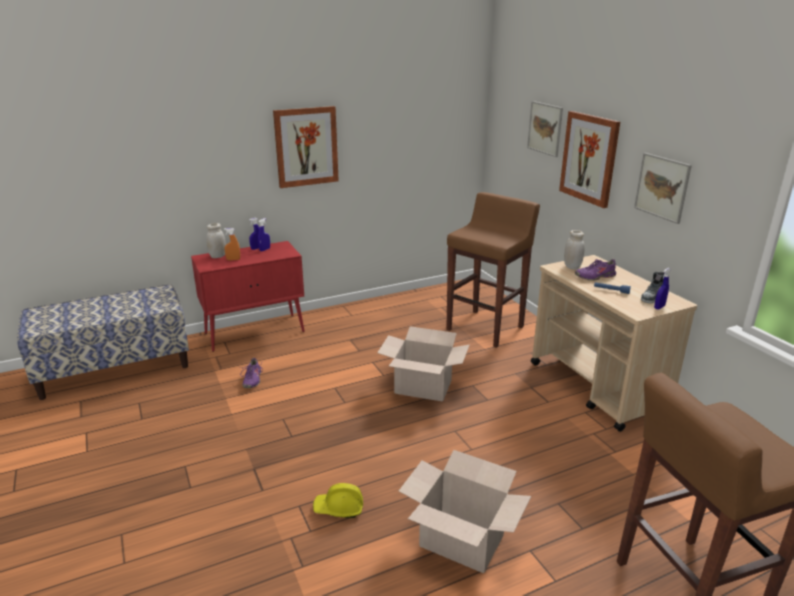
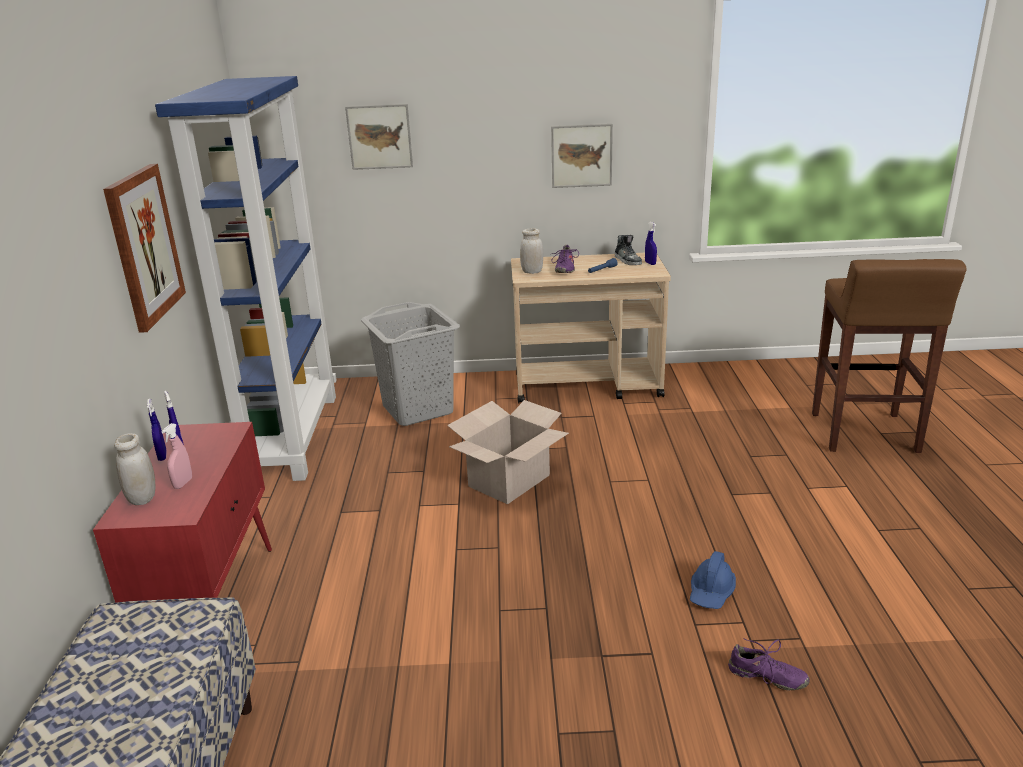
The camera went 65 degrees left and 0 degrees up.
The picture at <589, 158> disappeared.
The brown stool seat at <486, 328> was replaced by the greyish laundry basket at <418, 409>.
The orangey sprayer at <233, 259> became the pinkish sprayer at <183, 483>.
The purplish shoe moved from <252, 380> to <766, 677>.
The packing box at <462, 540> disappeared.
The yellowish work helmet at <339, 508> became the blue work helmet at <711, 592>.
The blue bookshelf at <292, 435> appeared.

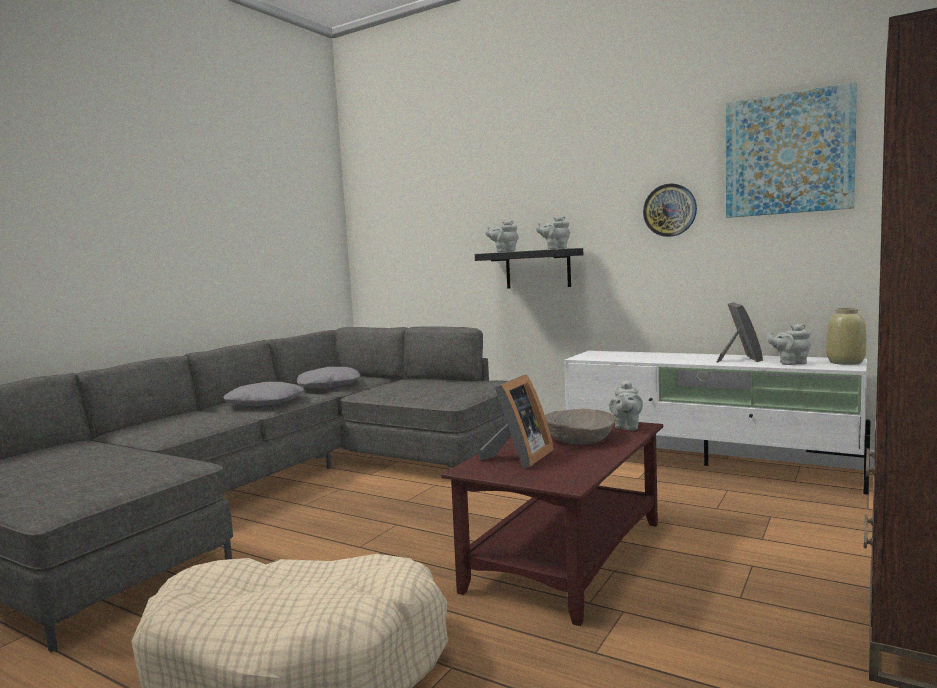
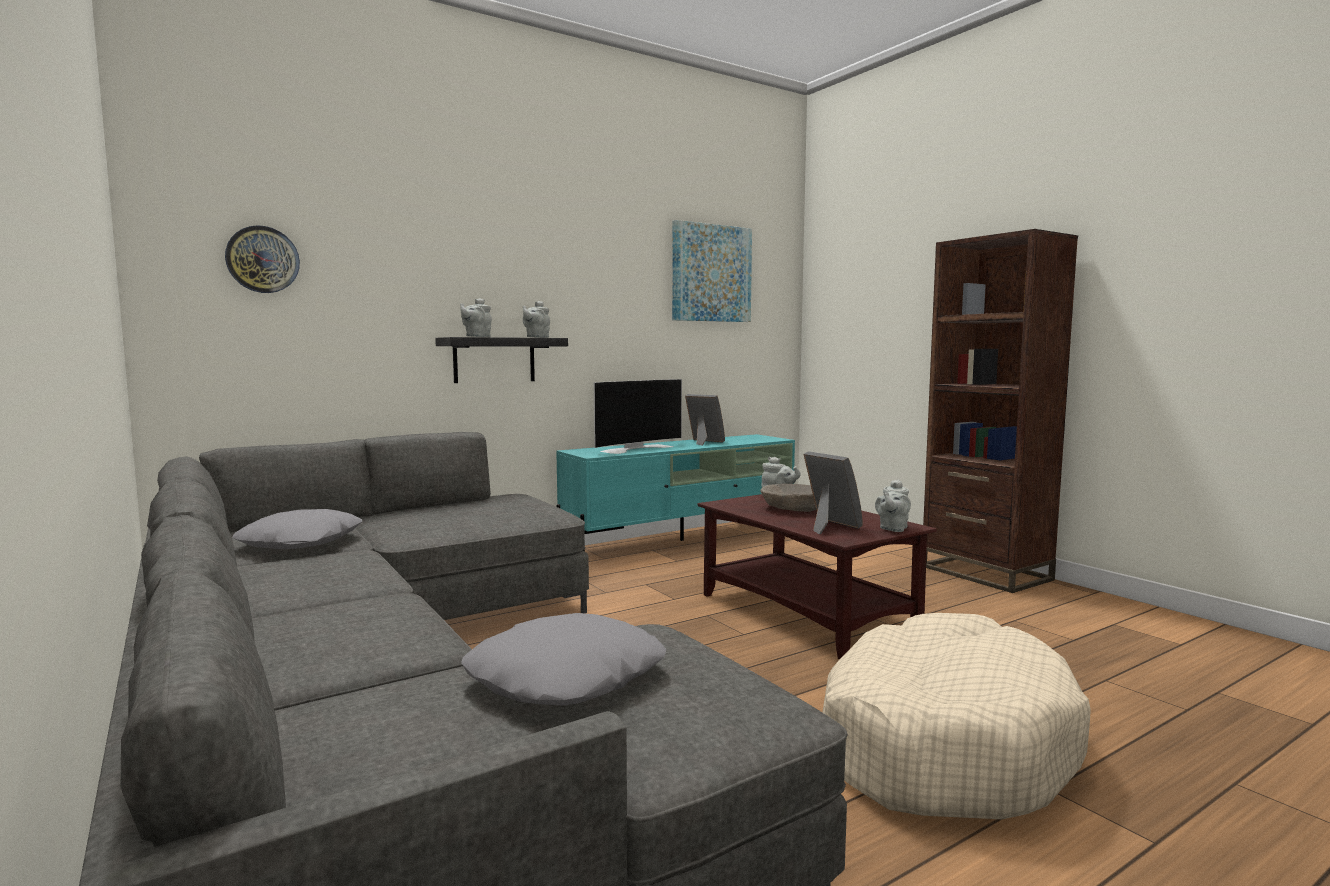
The camera went 65 degrees left and 0 degrees up.
The clock on the wall moved from <670, 210> to <262, 259>.
The beige-coloured vase at <845, 362> disappeared.
The greyish pot for tea moved from <790, 363> to <892, 529>.
The whitish tv unit at <707, 465> became the turquoise-coloured tv unit at <683, 540>.
The greyish throw pillow moved from <265, 402> to <565, 677>.
The TV at <635, 448> appeared.

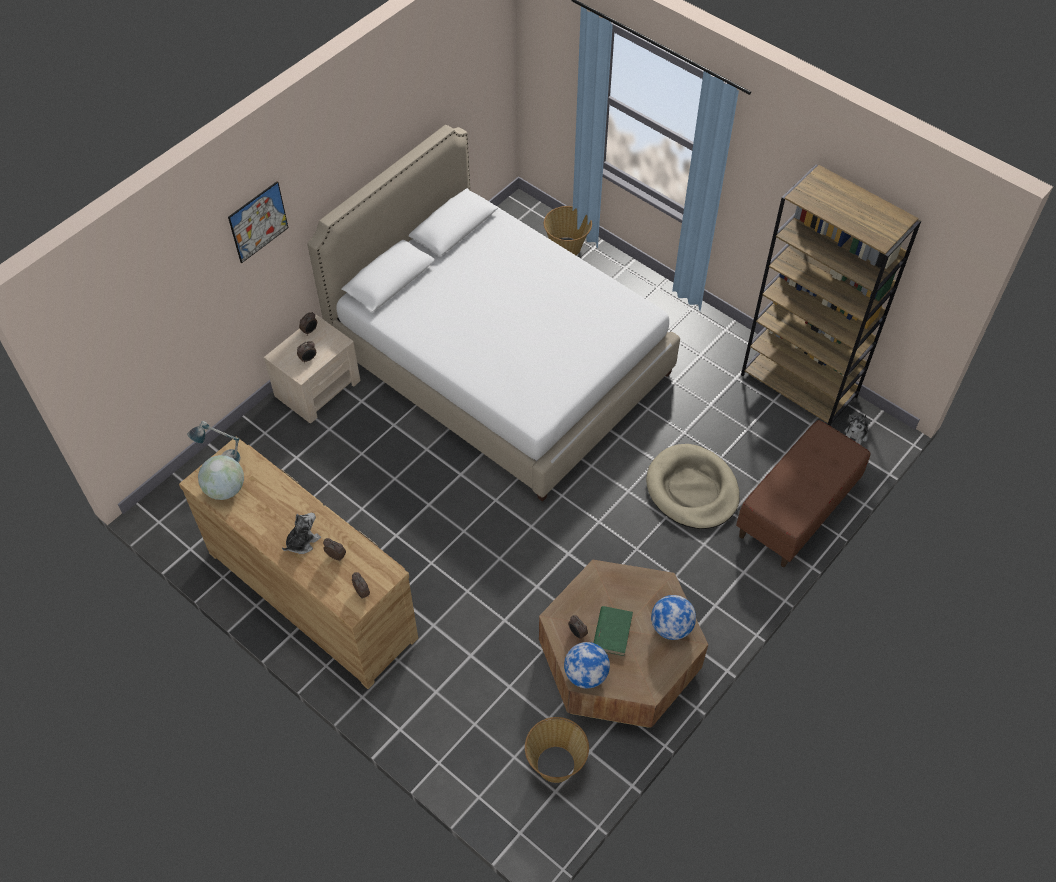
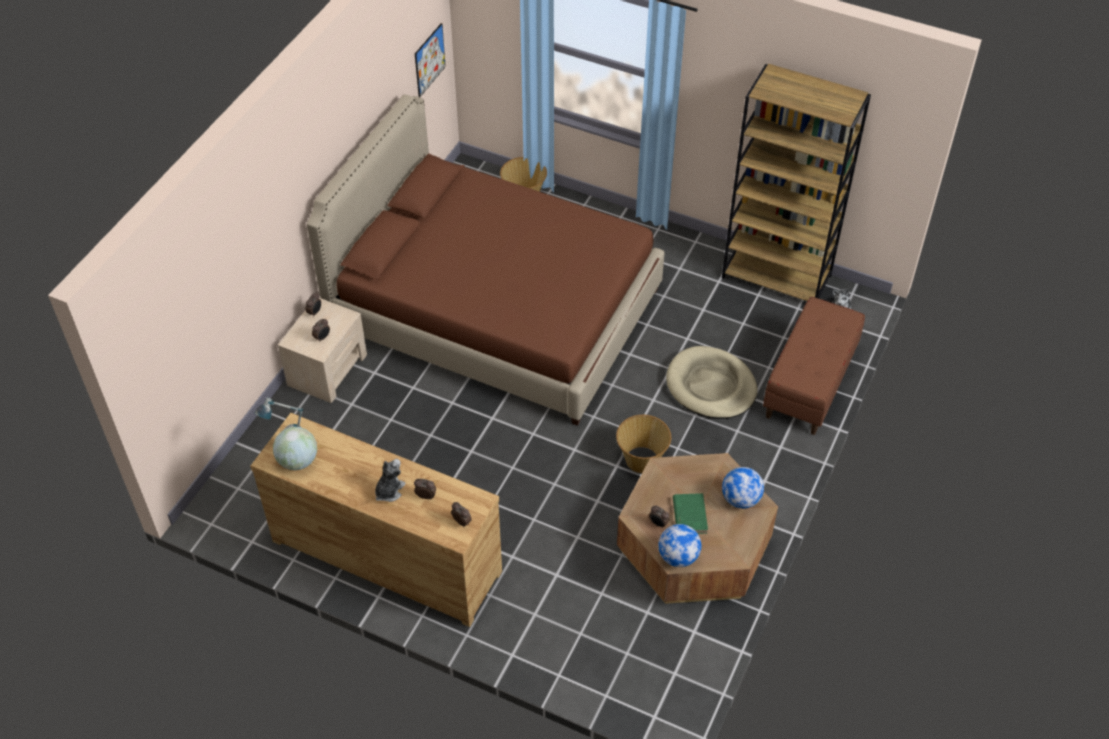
The camera went 15 degrees left and 5 degrees down.
The whitish bed at <500, 362> became the brown bed at <496, 311>.
The picture moved from <258, 222> to <429, 60>.
The basket moved from <556, 763> to <641, 459>.

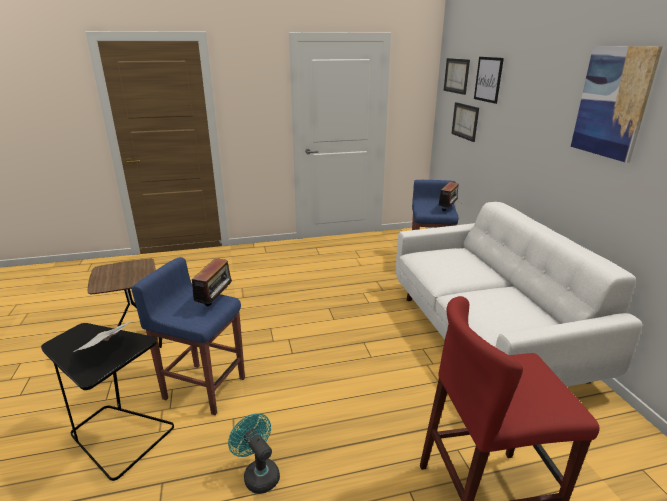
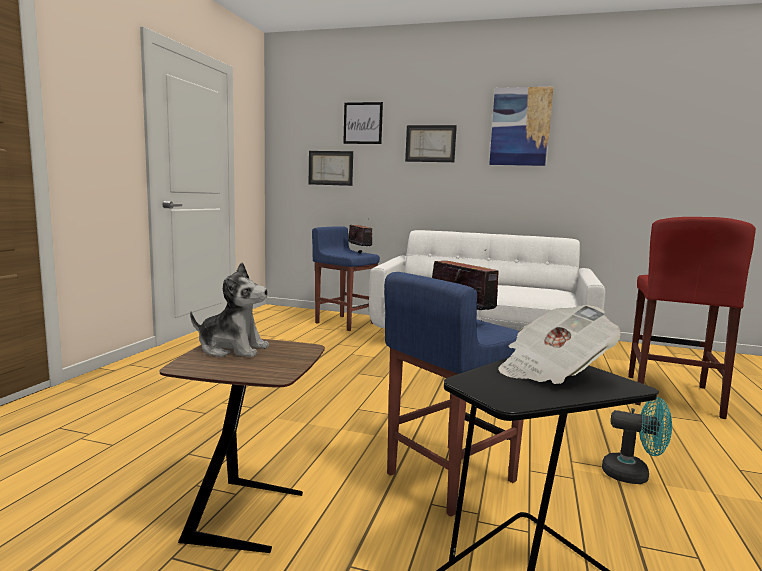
The camera went 60 degrees left and 15 degrees down.
The picture moved from <456, 76> to <430, 143>.
The turquoise-coloured fan at <258, 474> turned 150 degrees counterclockwise.
The soft toy at <232, 349> appeared.

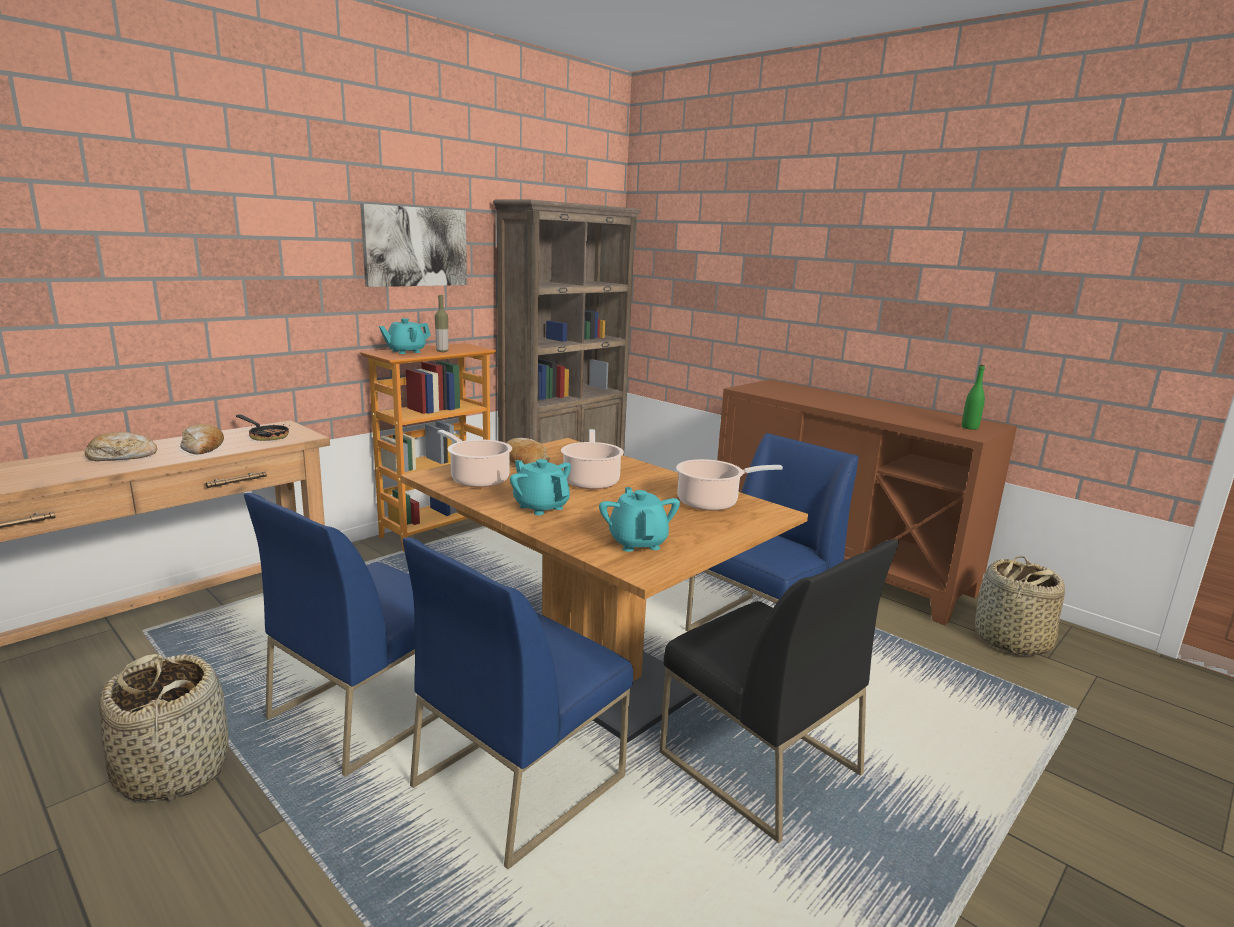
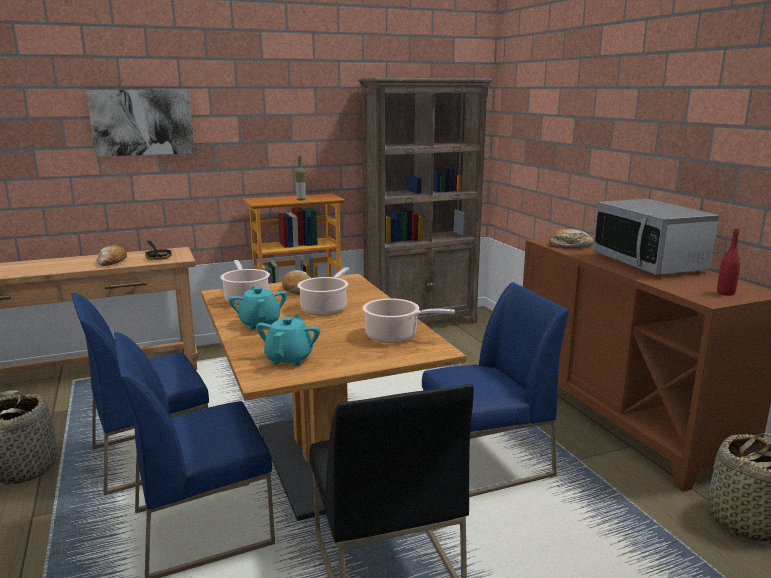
The camera went 25 degrees right and 0 degrees up.
The picture moved from <415, 246> to <142, 122>.
The turquoise-coloured pot for tea at <405, 351> disappeared.
The greenish bottle at <969, 427> became the red-coloured bottle at <725, 293>.
The bread moved from <122, 456> to <569, 245>.
The microwave oven at <649, 263> appeared.

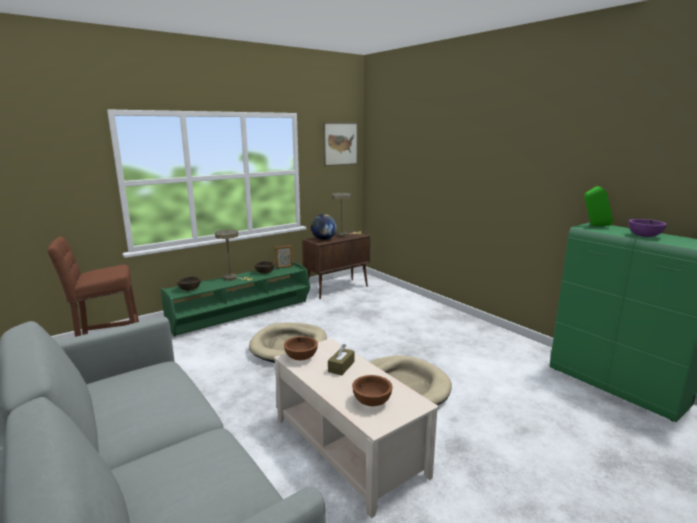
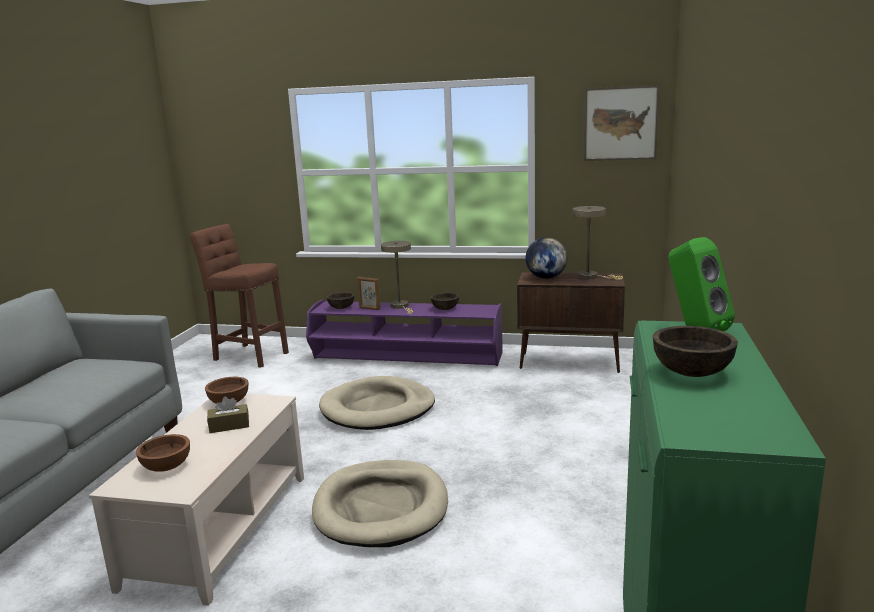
The camera went 50 degrees right and 0 degrees up.
The purplish deep dish at <644, 236> became the brown deep dish at <691, 372>.
The photo frame moved from <284, 267> to <369, 308>.
The greenish tv unit at <242, 314> became the purplish tv unit at <406, 358>.

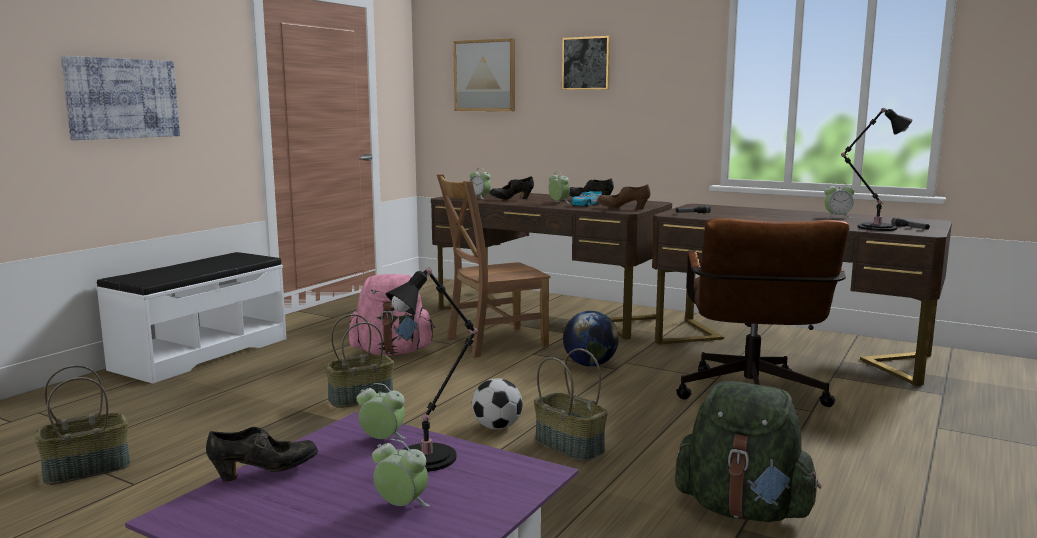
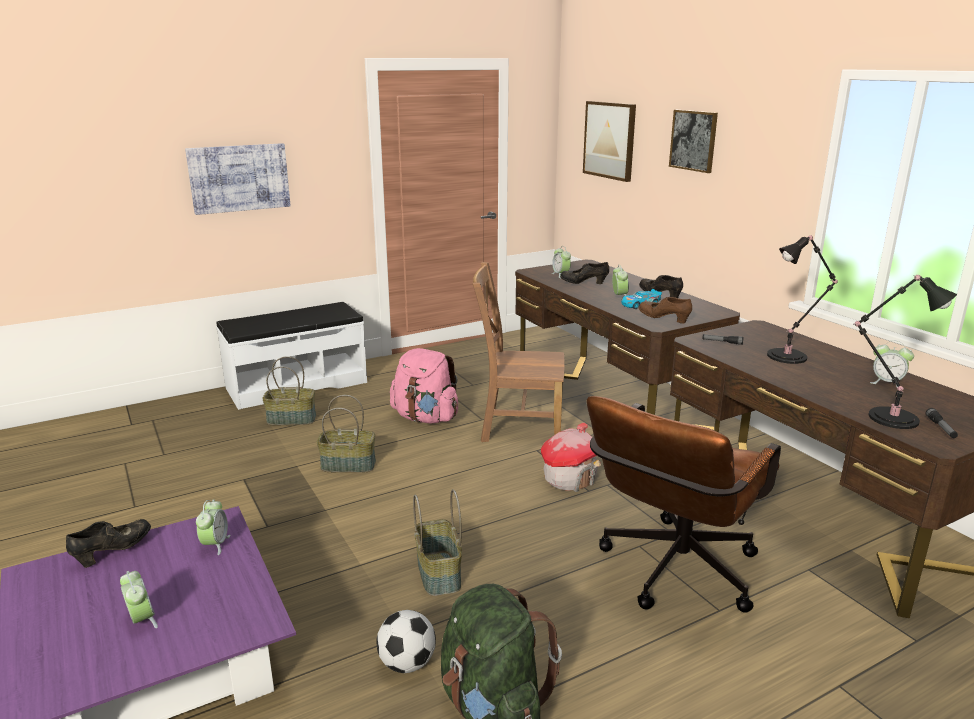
The camera went 30 degrees right and 10 degrees up.
The black tabletop lamp moved from <431, 456> to <790, 356>.
The world globe at <590, 365> was replaced by the model house at <570, 479>.
The basket moved from <88, 468> to <292, 419>.
The ball for football moved from <497, 427> to <407, 664>.
The bedside clock at <382, 440> turned 45 degrees clockwise.
The black shoe at <265, 473> turned 60 degrees counterclockwise.

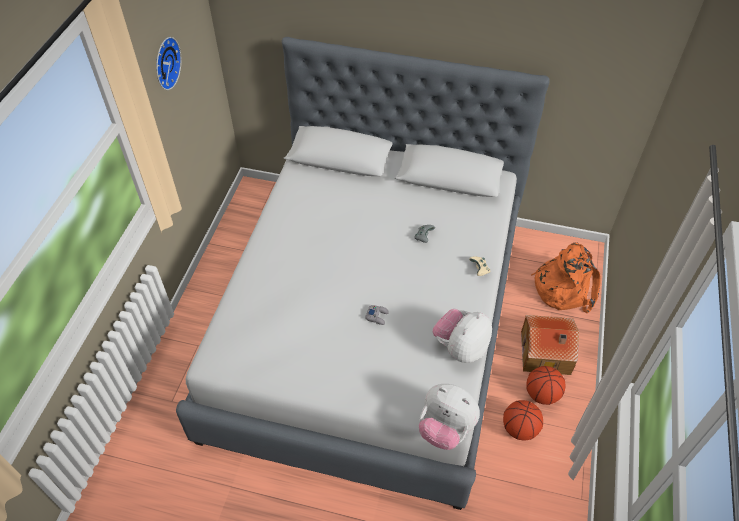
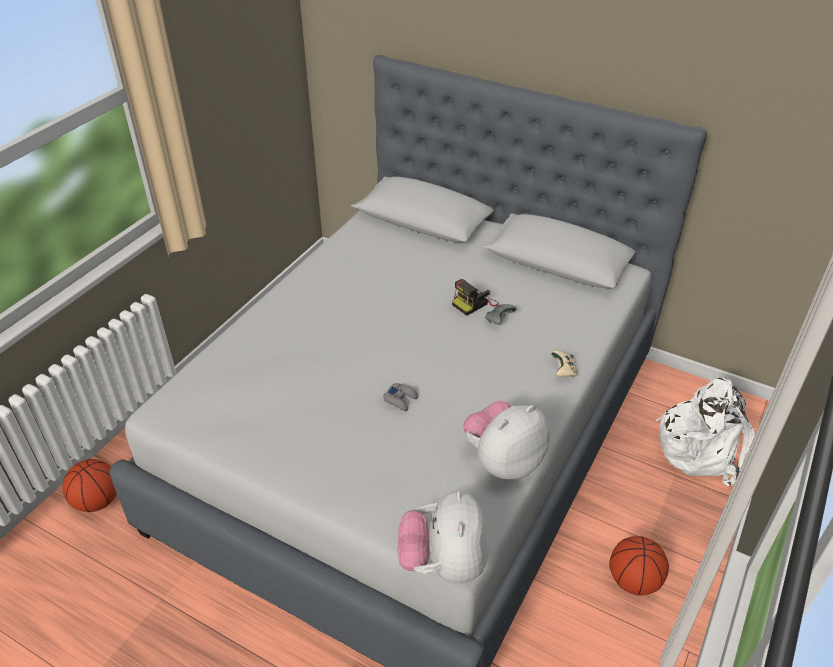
The camera went 15 degrees right and 10 degrees down.
The clock on the wall at <165, 63> disappeared.
The orangey backpack at <564, 287> became the whitish backpack at <702, 447>.
The model house at <546, 353> disappeared.
The soft toy at <445, 428> turned 45 degrees clockwise.
The basketball ball moved from <519, 429> to <97, 501>.
The photo camera at <474, 303> appeared.

